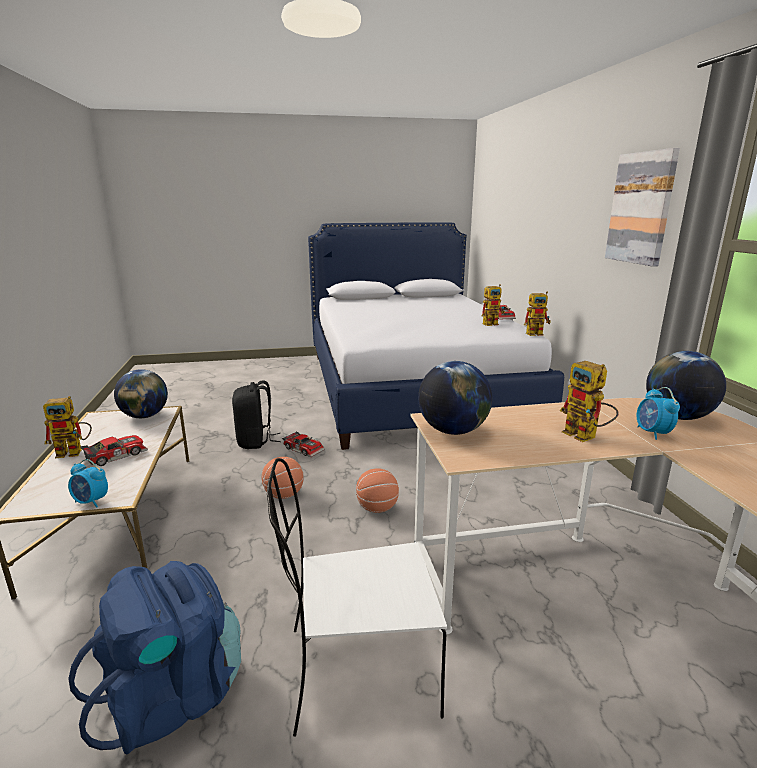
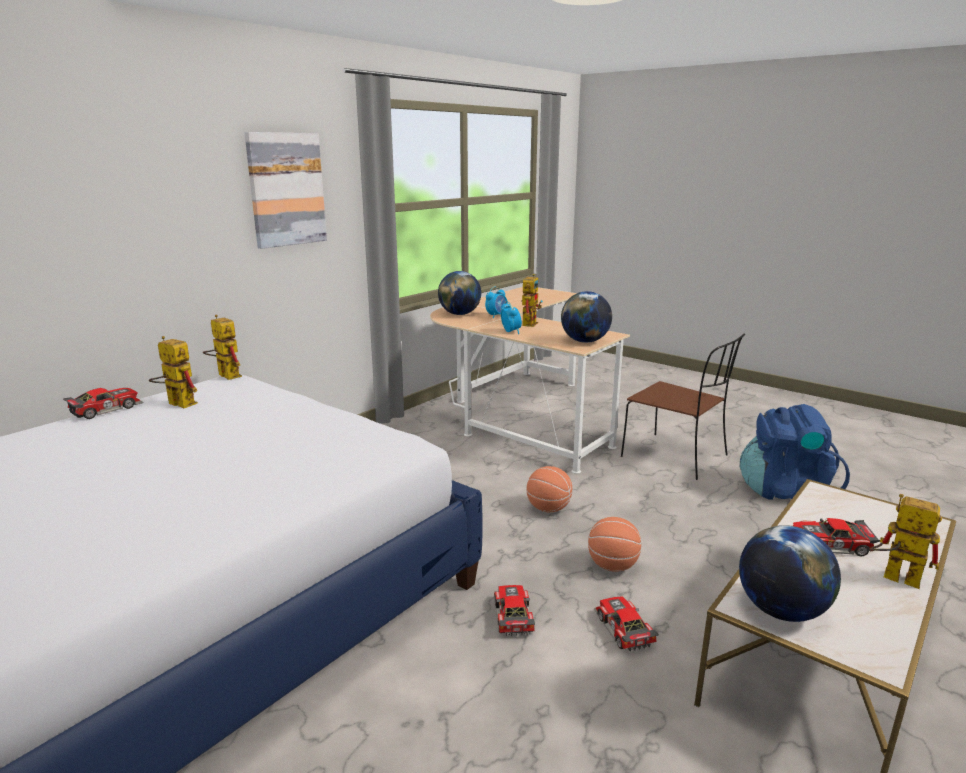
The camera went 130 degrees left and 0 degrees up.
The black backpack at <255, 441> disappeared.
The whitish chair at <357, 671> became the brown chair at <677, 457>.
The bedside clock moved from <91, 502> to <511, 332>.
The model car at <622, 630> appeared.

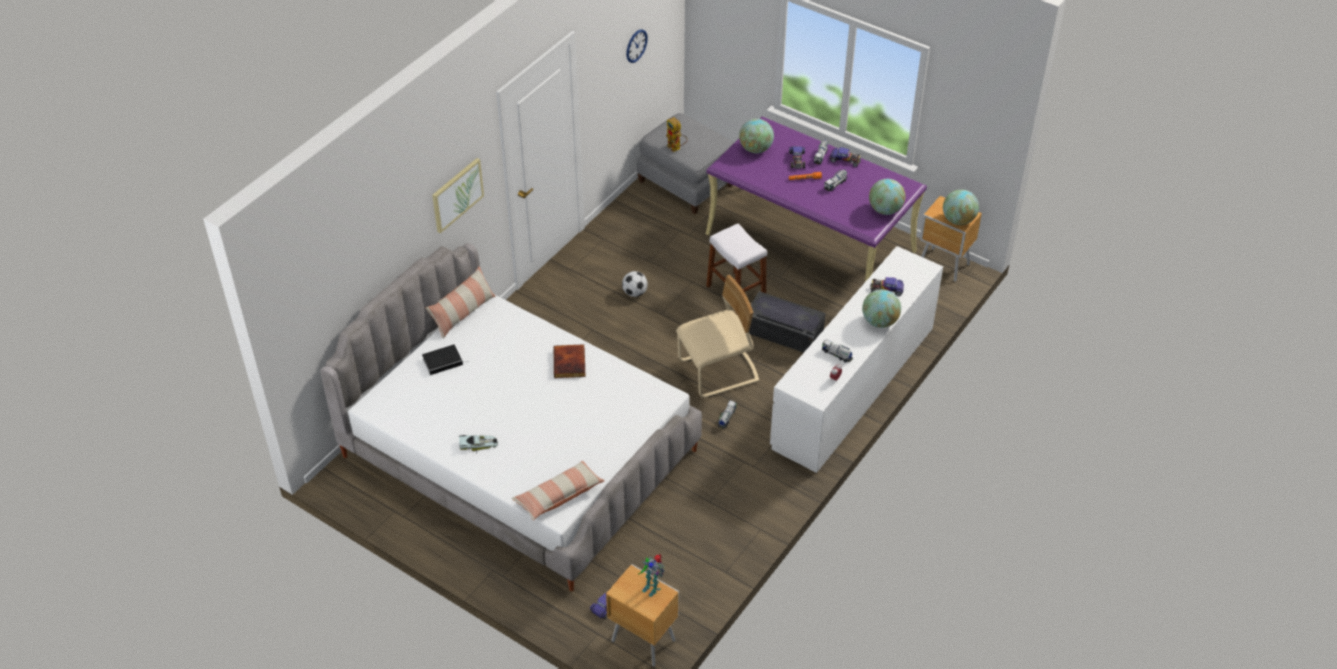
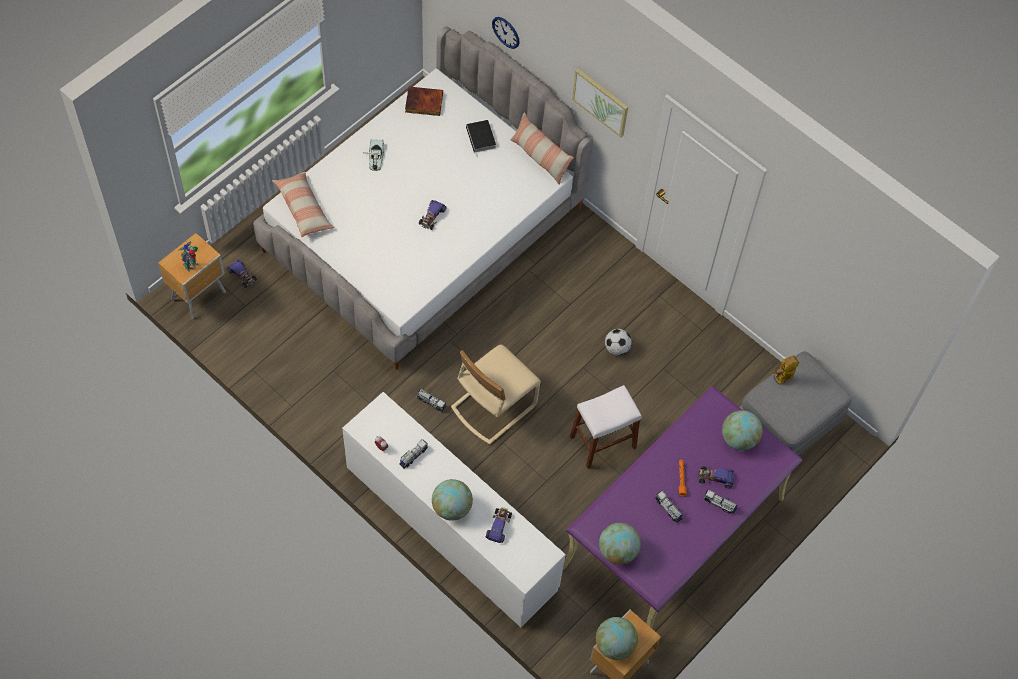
The camera went 95 degrees right and 15 degrees up.
The clock on the wall moved from <636, 45> to <506, 32>.
The model car moved from <845, 160> to <432, 216>.
The beige-coloured chair at <718, 372> turned 60 degrees clockwise.
The black storage container at <784, 334> disappeared.
The volume moved from <570, 363> to <423, 103>.

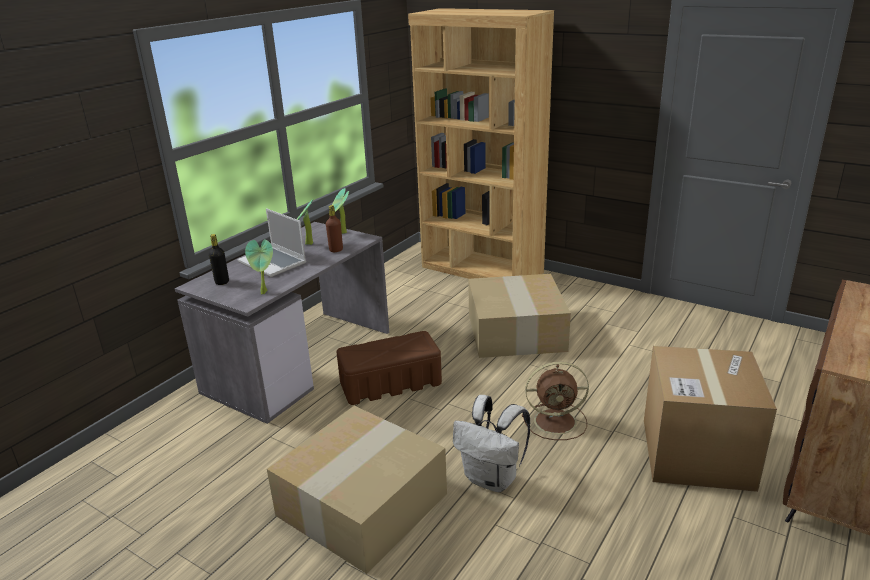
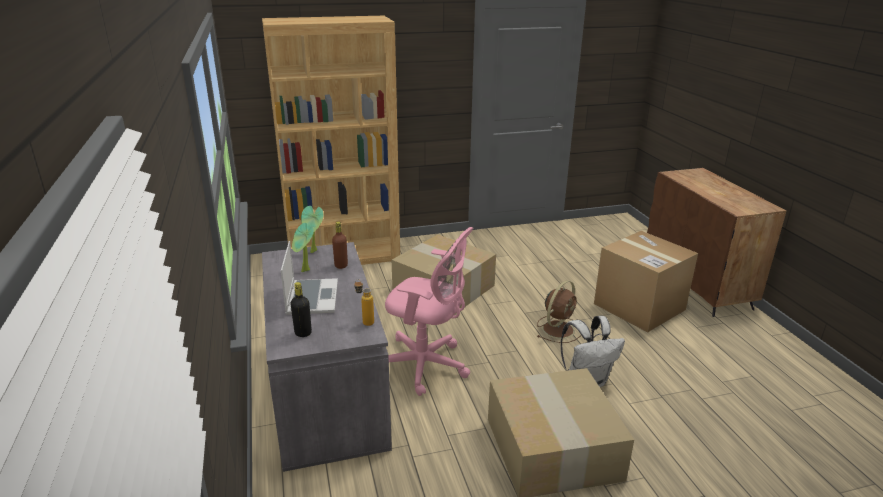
The camera went 50 degrees left and 0 degrees up.
The laptop at <273, 263> turned 90 degrees counterclockwise.
The houseplant at <265, 292> was replaced by the bottle at <364, 321>.
The brown storage container at <390, 383> was replaced by the pinkish office chair at <426, 366>.

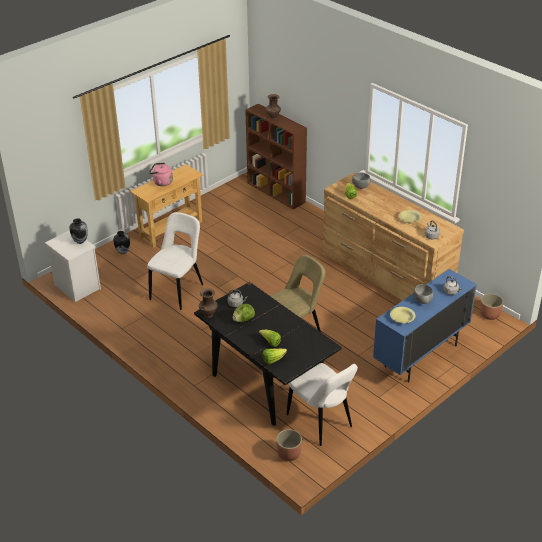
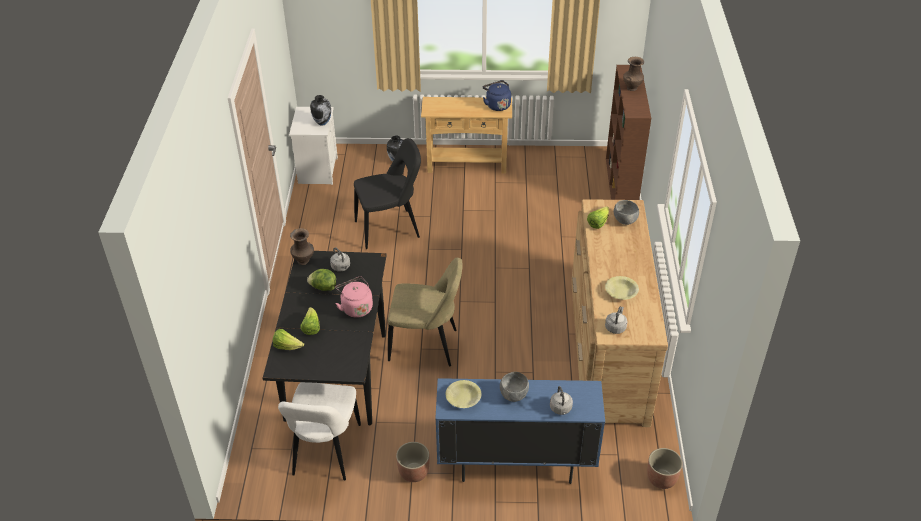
The camera went 45 degrees right and 5 degrees up.
The pinkish tea kettle moved from <161, 182> to <356, 307>.
The whitish chair at <178, 290> became the black chair at <390, 229>.
The flower pot moved from <288, 454> to <413, 472>.
The blue tea kettle at <497, 105> appeared.

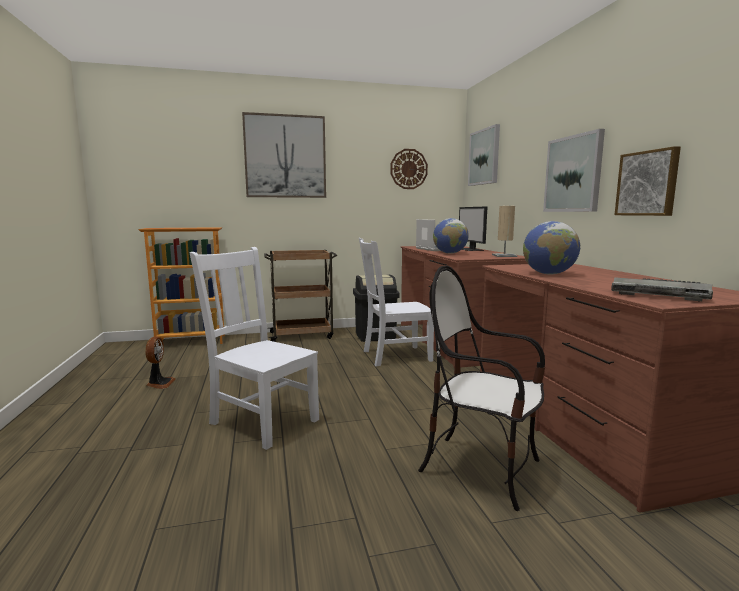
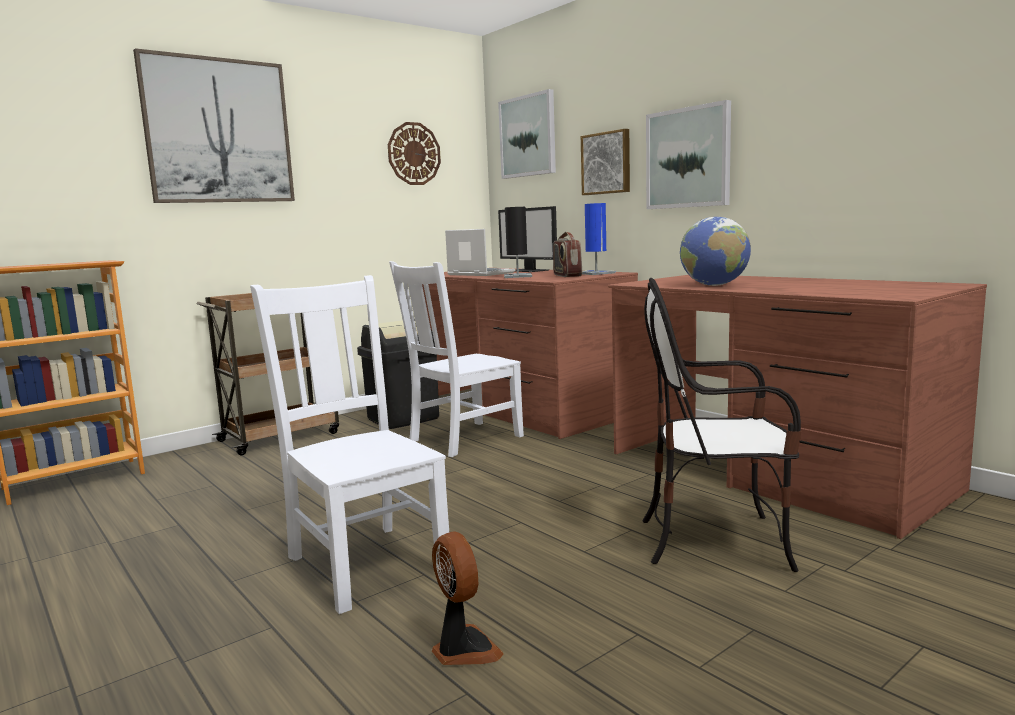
The camera went 25 degrees left and 0 degrees up.
The picture moved from <648, 183> to <607, 163>.
The beige-coloured tabletop lamp at <504, 255> became the blue tabletop lamp at <596, 273>.
The world globe at <450, 253> was replaced by the black tabletop lamp at <517, 276>.
The whitish chair at <262, 420> turned 45 degrees clockwise.
The keyboard at <657, 295> disappeared.
The fan moved from <159, 383> to <463, 649>.
The radio receiver at <567, 275> appeared.

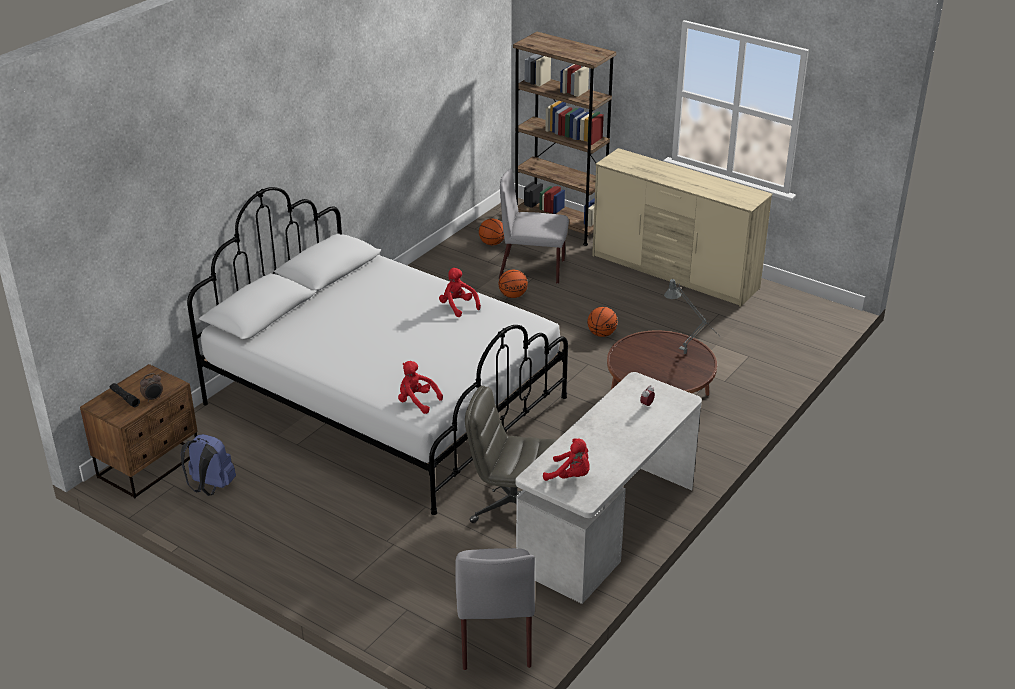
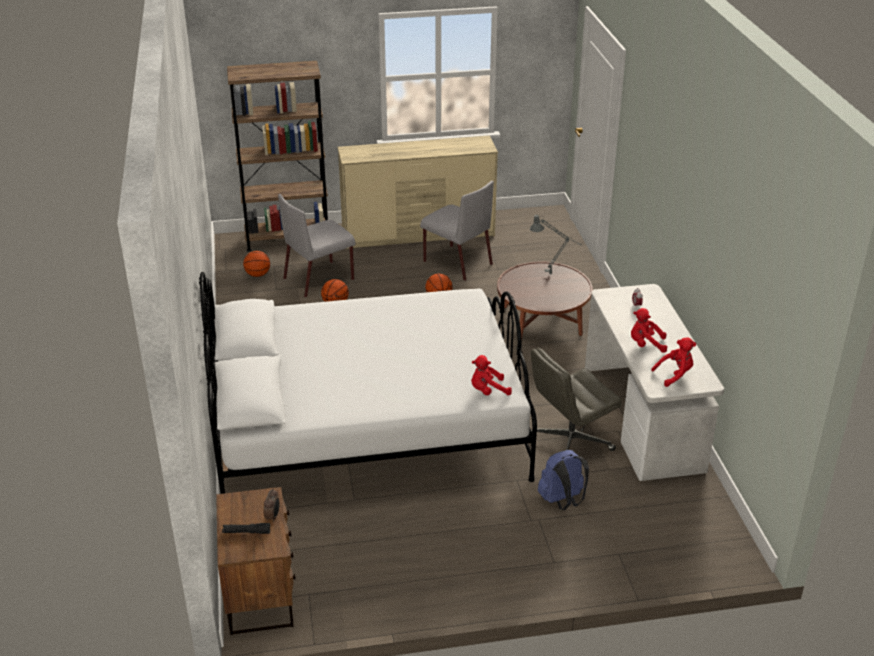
The camera went 45 degrees left and 0 degrees up.
The red-coloured soft toy moved from <458, 306> to <645, 345>.
The blue backpack moved from <210, 487> to <562, 501>.
The greyish chair moved from <494, 634> to <456, 262>.

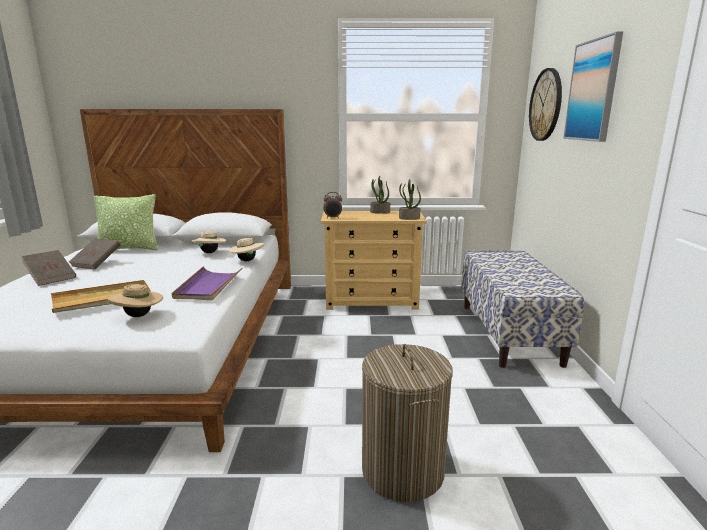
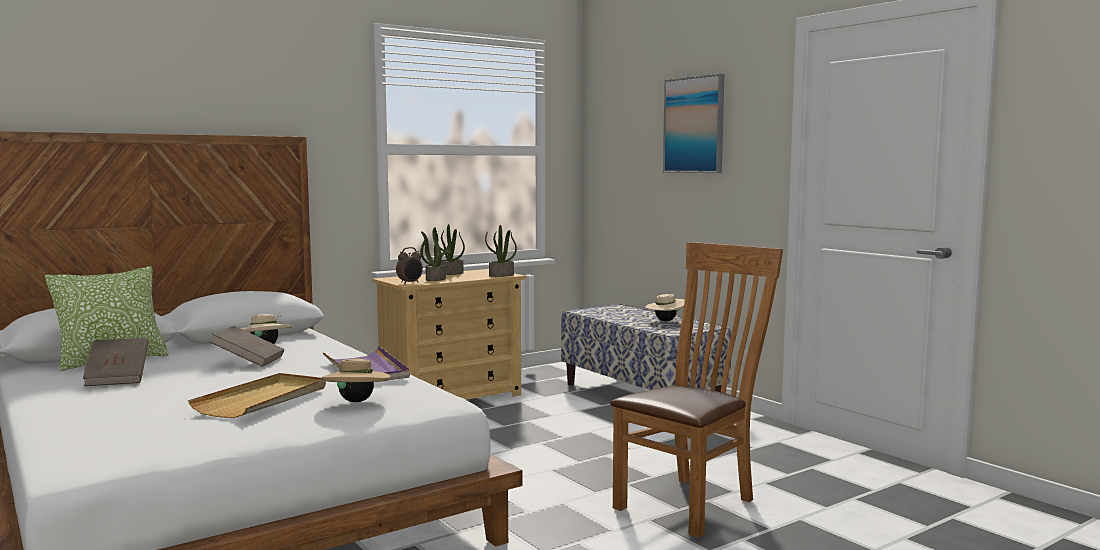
The camera went 35 degrees left and 10 degrees down.
The clock on the wall at <546, 105> disappeared.
The beige-coloured clothing hat moved from <247, 260> to <665, 321>.
The brown volume moved from <51, 278> to <248, 361>.
The laundry basket at <403, 471> was replaced by the brown chair at <692, 502>.
The houseplant at <435, 279> appeared.

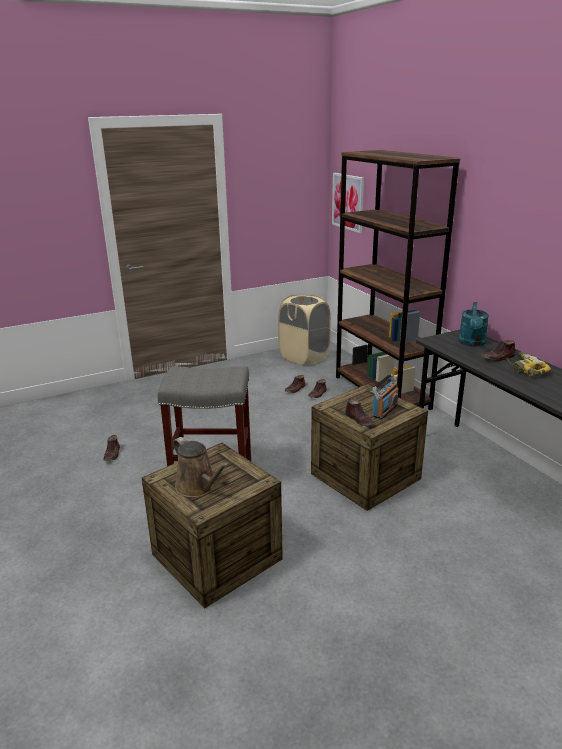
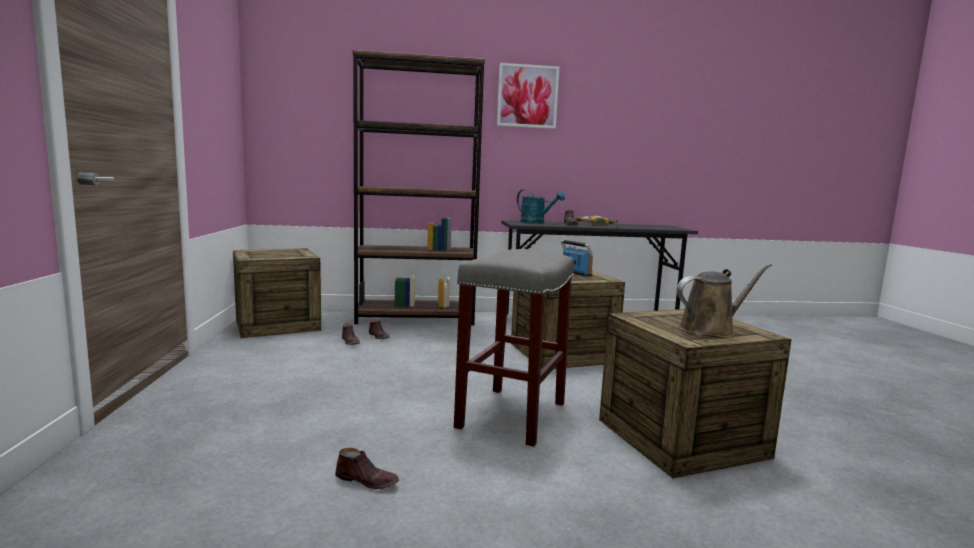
The camera went 70 degrees left and 15 degrees down.
The picture moved from <348, 202> to <527, 96>.
The beige-coloured laundry basket at <304, 357> was replaced by the crate at <277, 324>.
The brown shoe at <360, 420> disappeared.

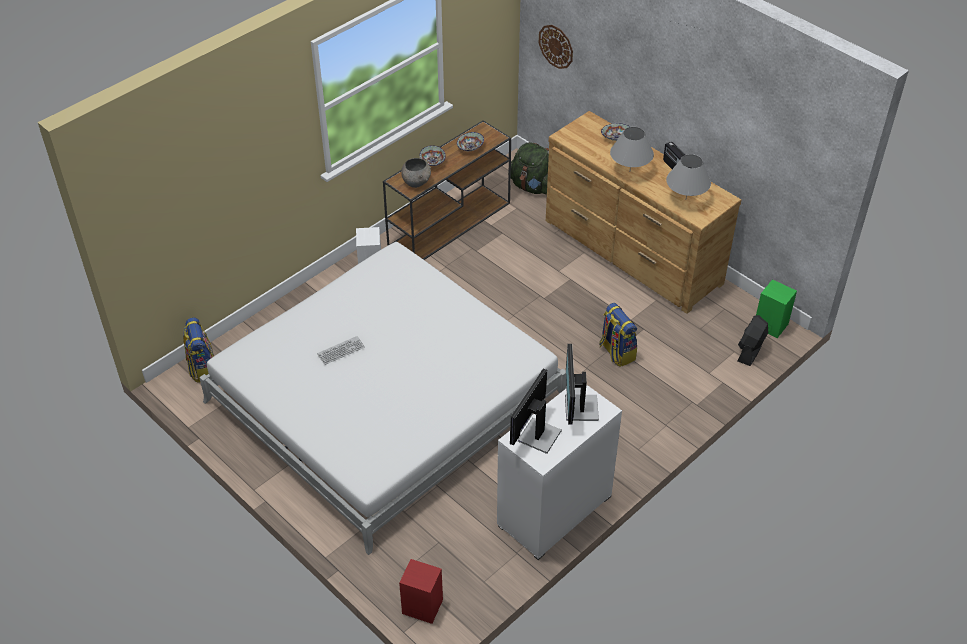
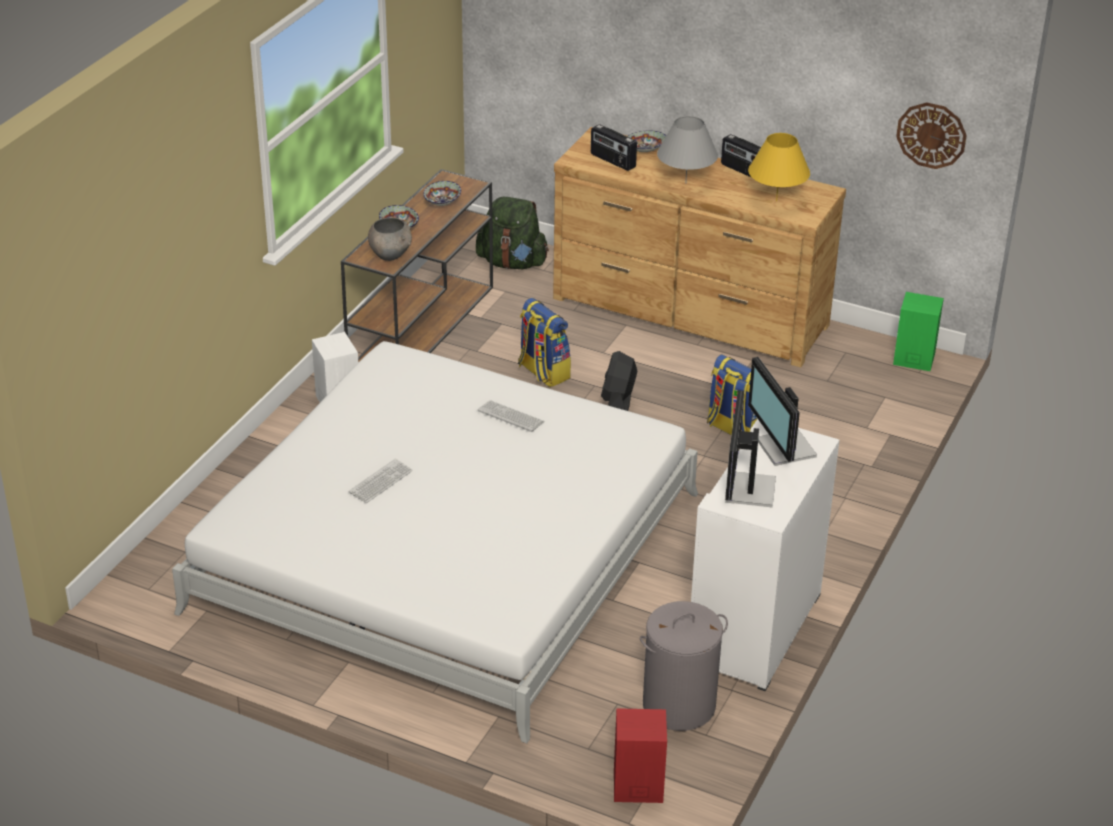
The camera went 20 degrees left and 10 degrees down.
The clock on the wall moved from <556, 46> to <931, 135>.
The greyish tabletop lamp at <685, 199> became the yellowish tabletop lamp at <776, 201>.
The black fan moved from <750, 350> to <618, 405>.
The backpack moved from <202, 368> to <543, 372>.
The radio receiver at <612, 161> appeared.
The keyboard at <510, 417> appeared.
The greyish laundry basket at <679, 705> appeared.

